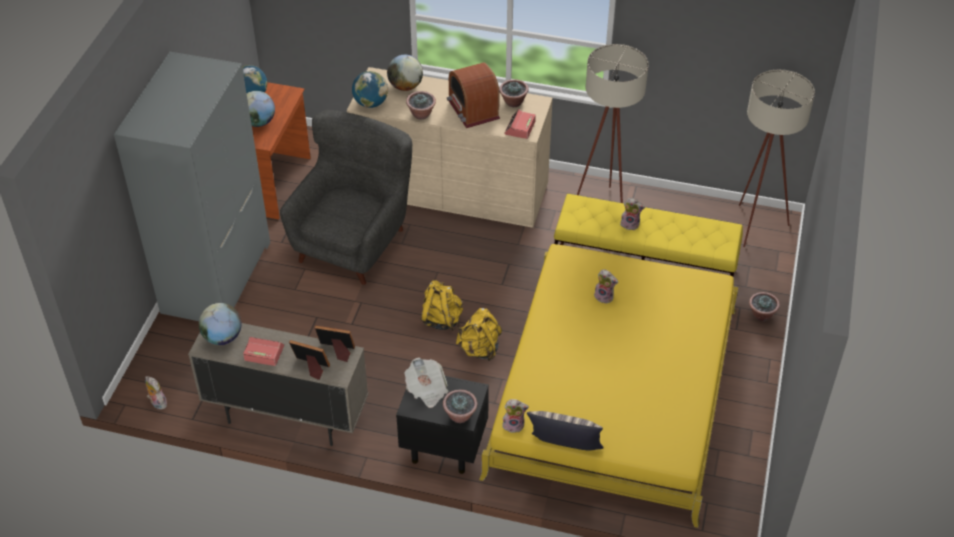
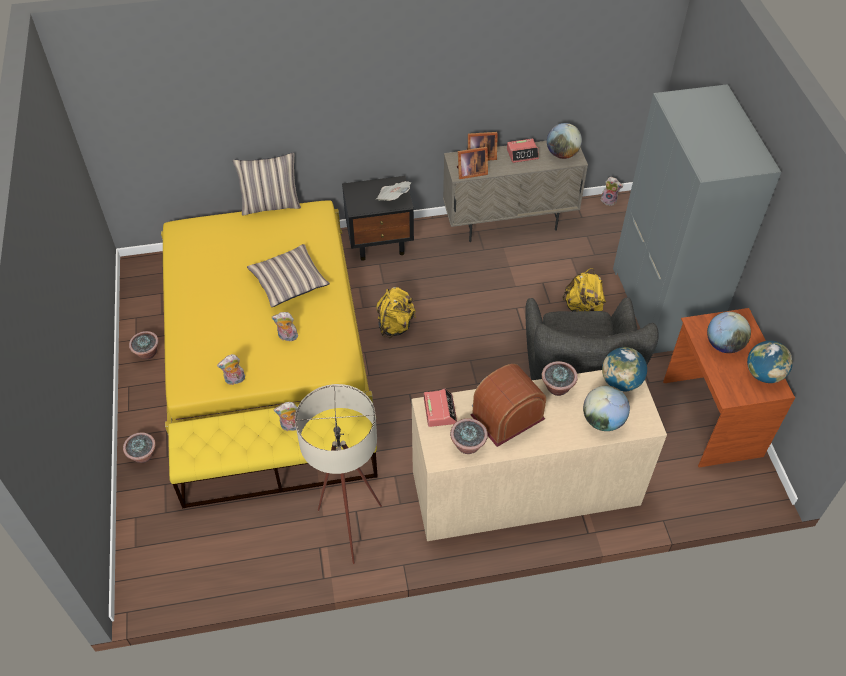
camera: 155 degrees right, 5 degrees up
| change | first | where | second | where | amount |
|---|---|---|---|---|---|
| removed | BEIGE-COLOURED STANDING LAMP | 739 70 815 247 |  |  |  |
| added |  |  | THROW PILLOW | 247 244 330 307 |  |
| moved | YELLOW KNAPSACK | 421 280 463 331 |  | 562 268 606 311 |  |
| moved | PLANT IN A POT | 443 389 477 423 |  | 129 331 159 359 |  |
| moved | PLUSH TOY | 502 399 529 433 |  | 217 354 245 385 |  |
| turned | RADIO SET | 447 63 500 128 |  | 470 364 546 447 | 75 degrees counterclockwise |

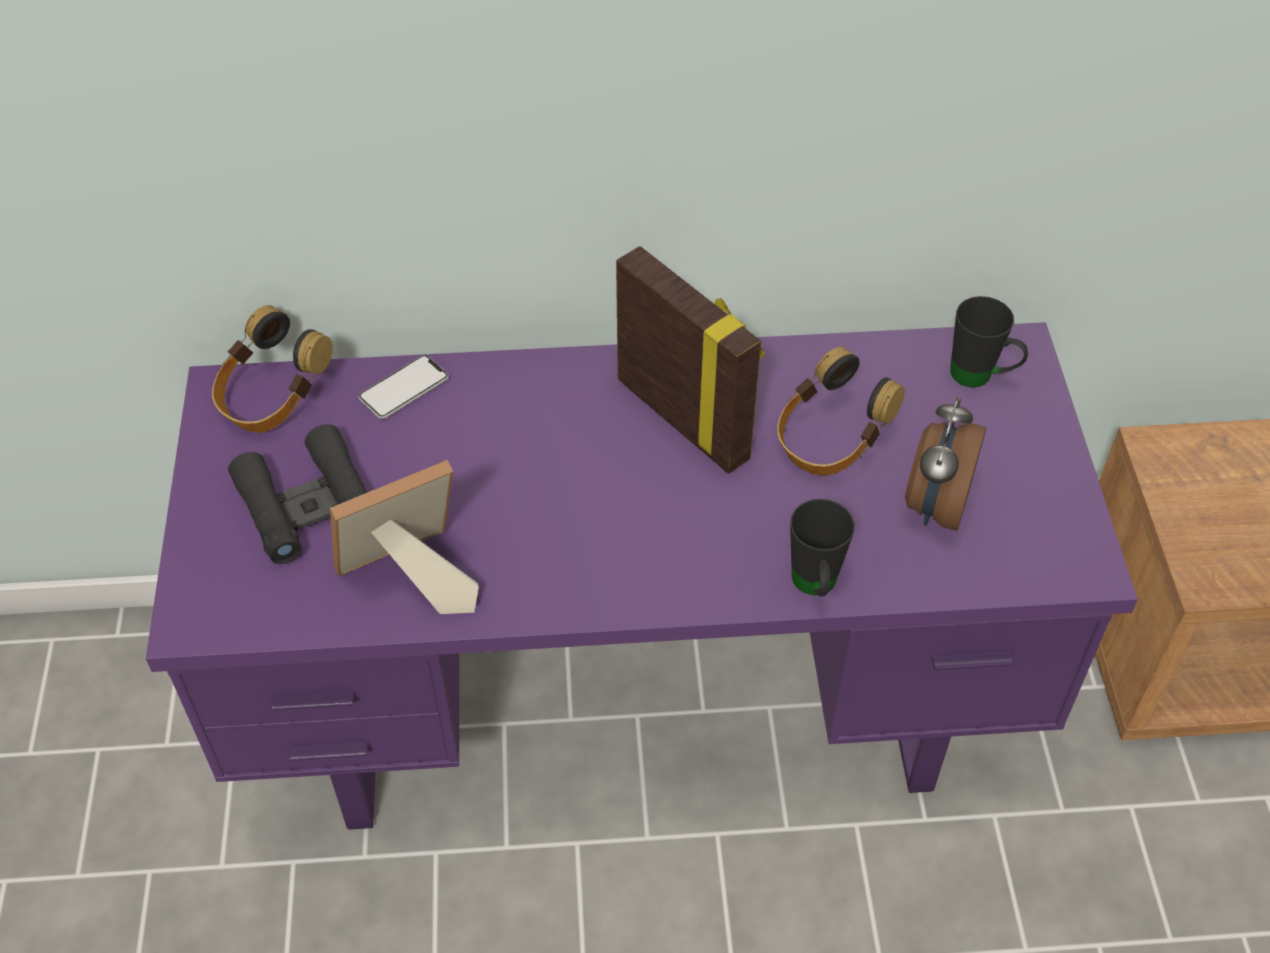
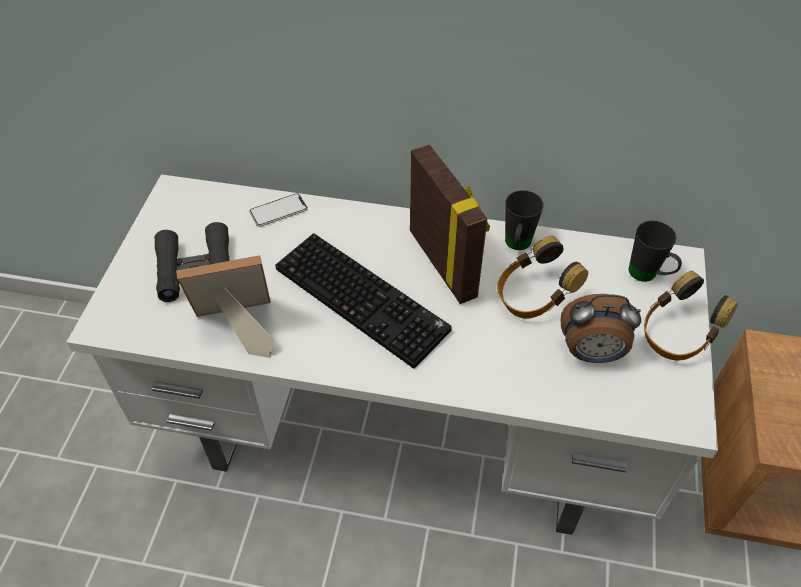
camera: 15 degrees right, 0 degrees up
| change | first | where | second | where | amount |
|---|---|---|---|---|---|
| added |  |  | KEYBOARD | 275 233 452 368 |  |
| moved | PAIR OF HEADPHONES | 212 305 333 433 |  | 644 271 738 361 |  |
| moved | BLACK COFFEE MUG | 790 499 855 597 |  | 505 190 544 250 |  |
| recoloured | PURPLE-COLOURED DESK UNIT | 146 322 1138 830 | WHITE-COLOURED DESK UNIT | 67 174 718 535 |  |
| turned | ALARM CLOCK | 905 397 986 531 |  | 561 294 641 363 | 120 degrees counterclockwise |

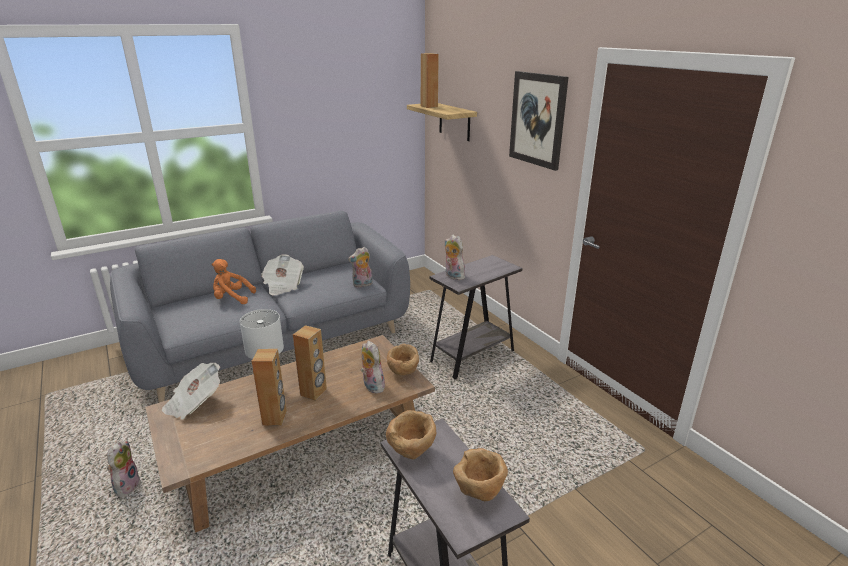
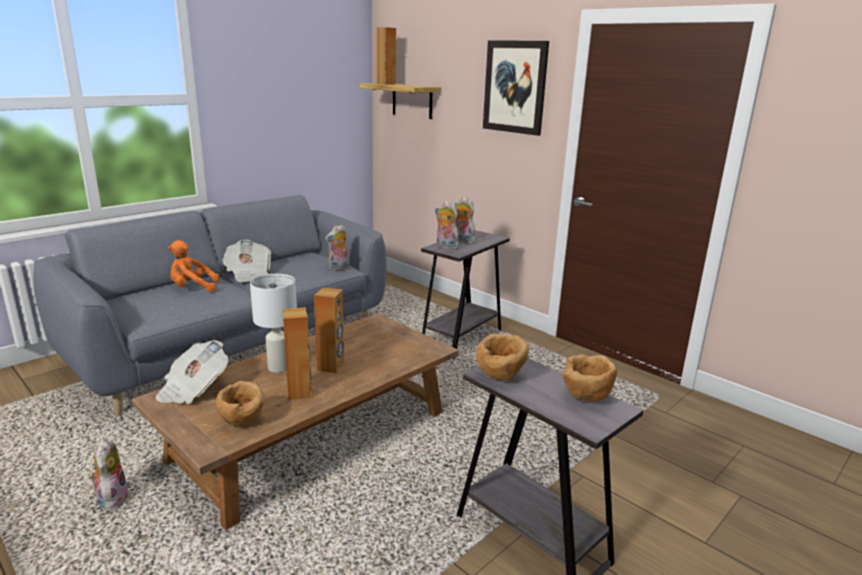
camera: 15 degrees left, 5 degrees down
| change | first | where | second | where | amount |
|---|---|---|---|---|---|
| moved | PLUSH TOY | 360 341 385 394 |  | 454 196 475 244 |  |
| moved | BROWN-COLOURED SERVING BOWL | 387 344 419 376 |  | 216 381 264 426 |  |

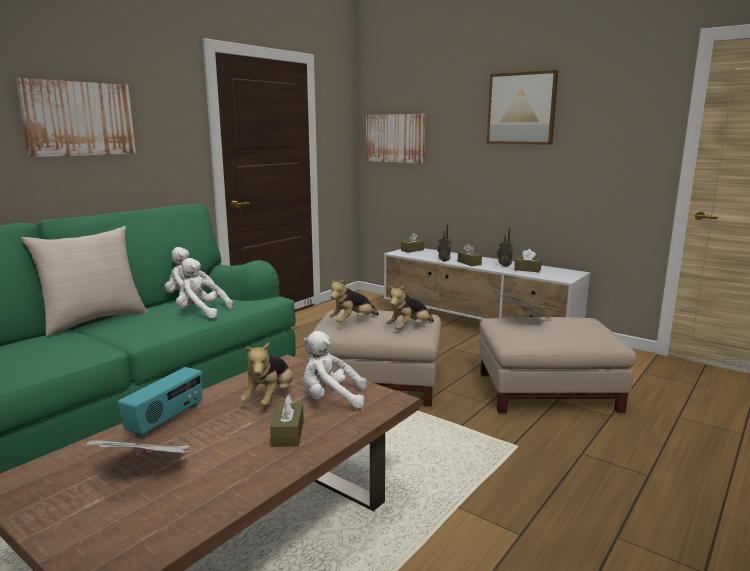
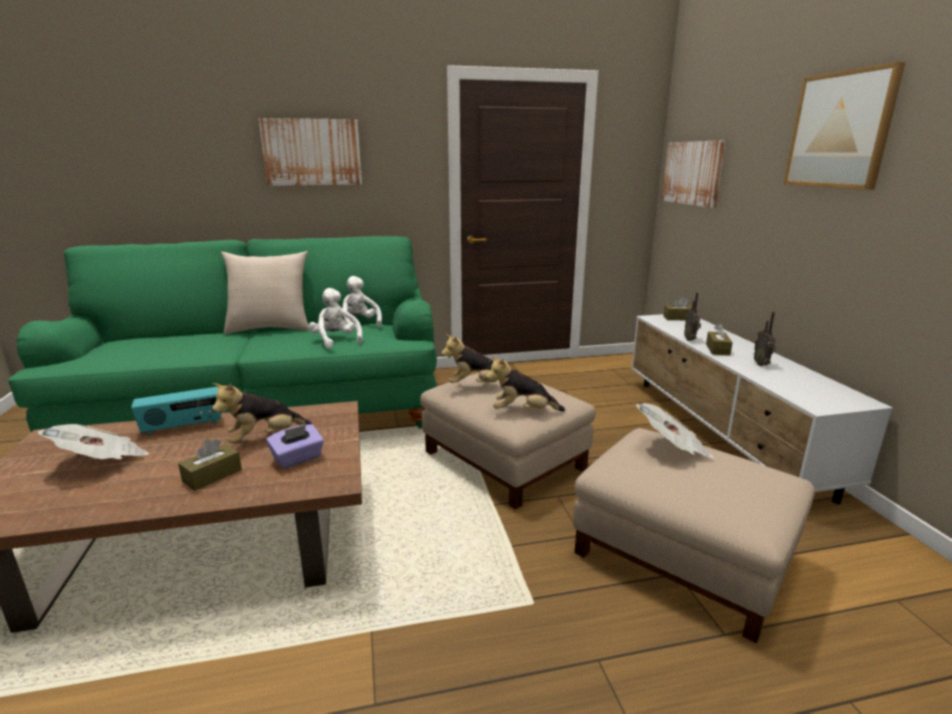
camera: 40 degrees right, 5 degrees up
| change | first | where | second | where | amount |
|---|---|---|---|---|---|
| removed | BROWN-COLOURED TISSUE BOX | 514 249 542 272 |  |  |  |
| replaced | WHITE-COLOURED PLUSH TOY | 303 331 367 409 | PURPLE-COLOURED TISSUE BOX | 266 424 324 469 |  |

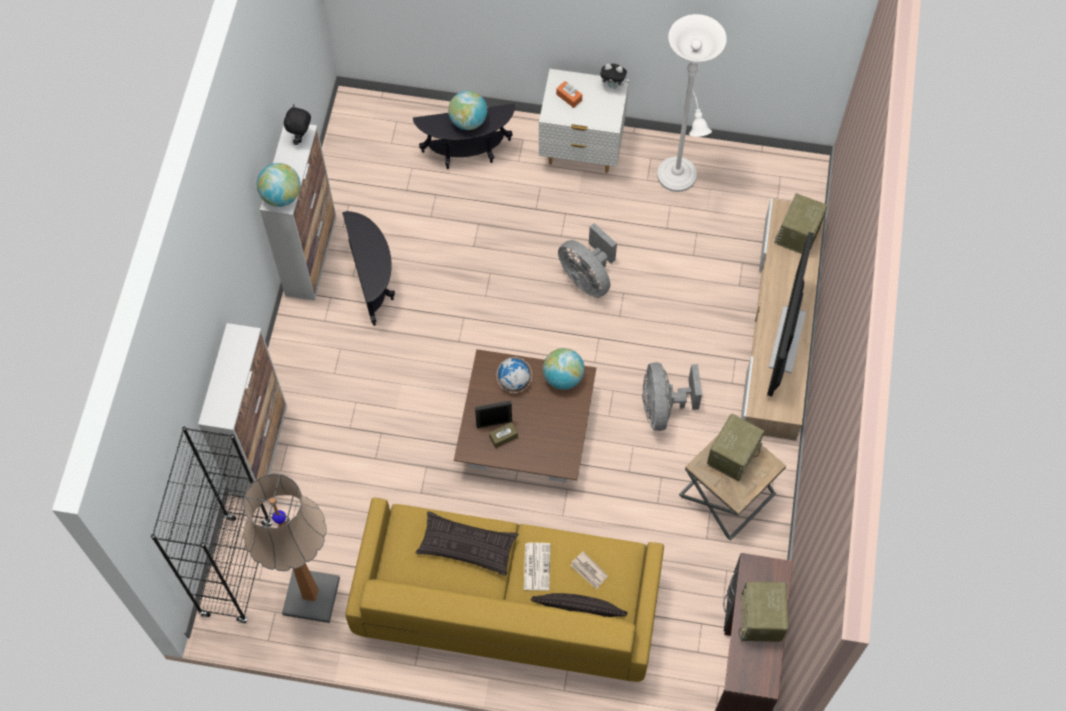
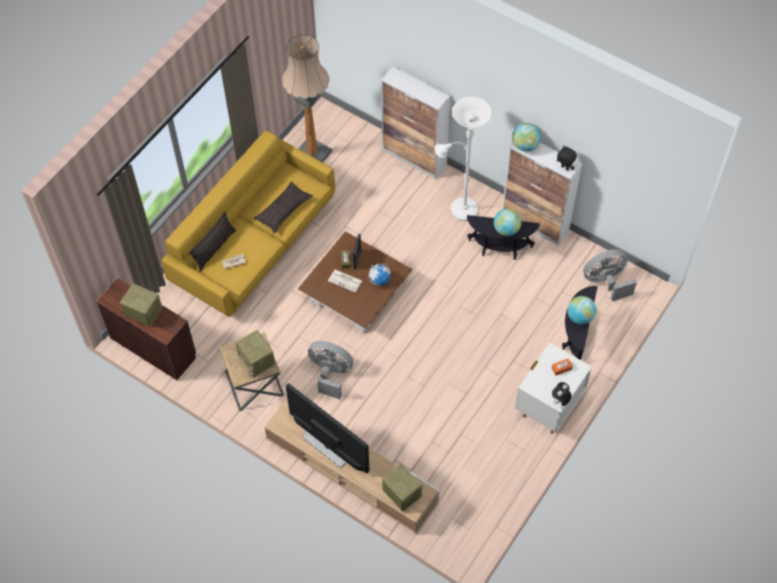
camera: 115 degrees right, 5 degrees down
| change | first | where | second | where | amount |
|---|---|---|---|---|---|
| removed | BLACK BOOKSHELF | 151 427 272 624 |  |  |  |
| moved | NEWSPAPER | 524 543 551 591 |  | 328 270 362 292 |  |
| moved | WORLD GLOBE | 543 348 585 390 |  | 494 209 521 236 |  |
| moved | GRAY COOLING FAN | 558 223 617 298 |  | 583 249 637 301 |  |
| moved | WHITE-COLOURED STANDING LAMP | 657 14 727 192 |  | 434 97 491 221 |  |

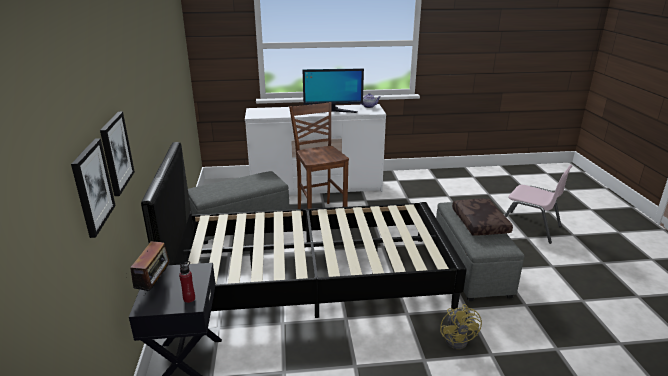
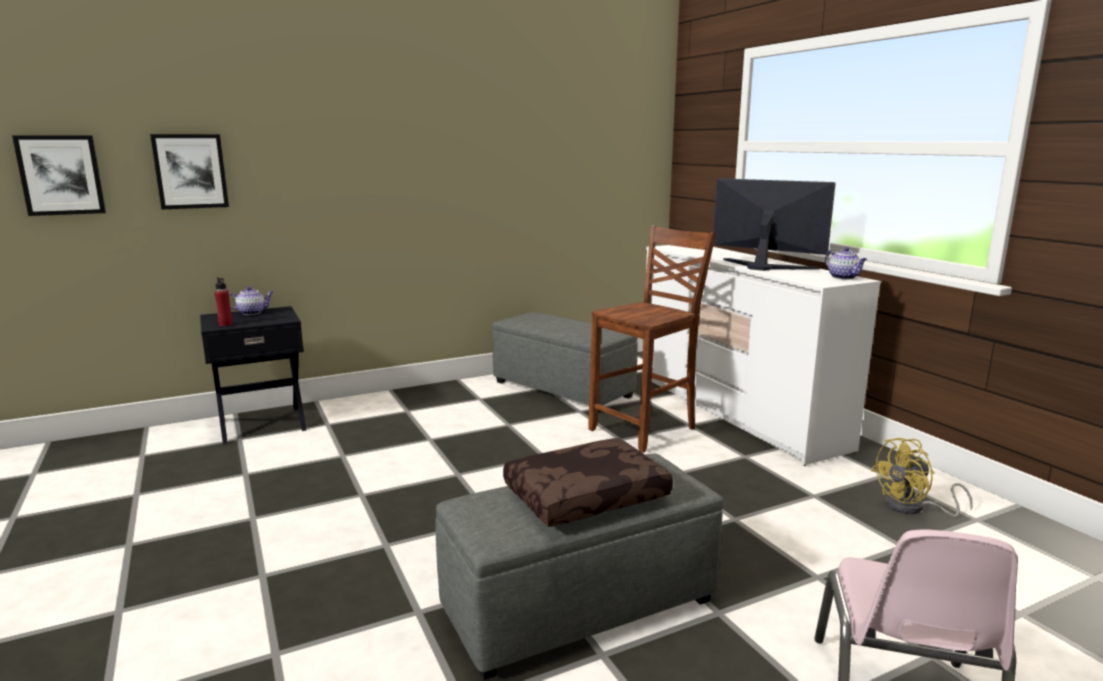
camera: 70 degrees right, 10 degrees down
| change | first | where | second | where | amount |
|---|---|---|---|---|---|
| removed | BLACK BEDROOM BED | 141 142 467 318 |  |  |  |
| moved | WALL ART | 100 112 135 196 |  | 12 135 106 216 |  |
| moved | YELLOW COOLING FAN | 440 304 482 349 |  | 871 438 973 517 |  |
| replaced | RADIO SET | 130 241 170 296 | TEA POT | 229 287 274 315 |  |
| turned | COMPUTER SCREEN | 303 68 364 114 |  | 713 178 836 271 | 150 degrees clockwise |

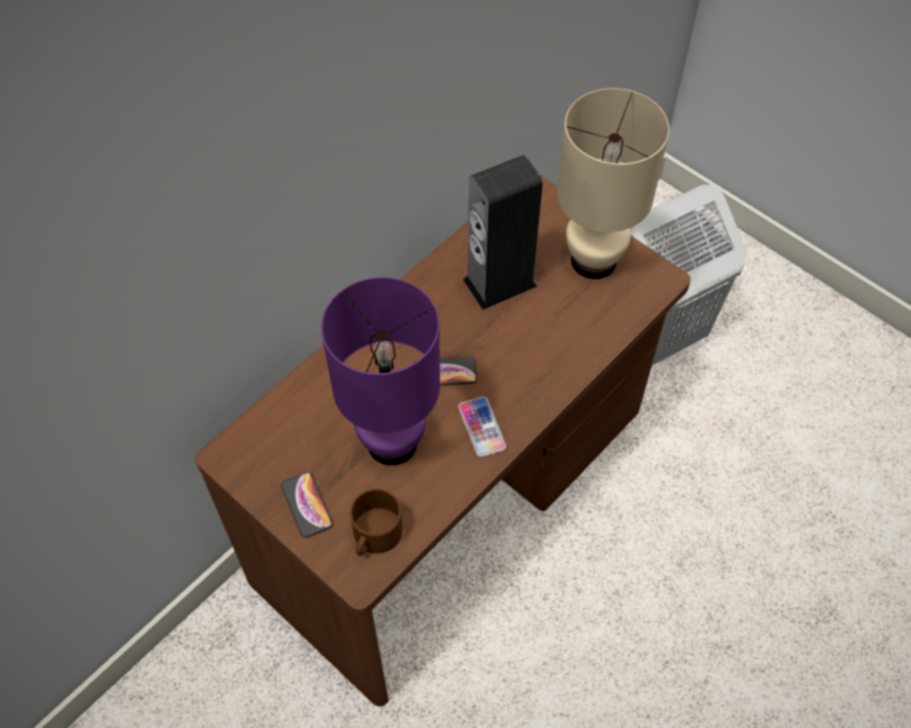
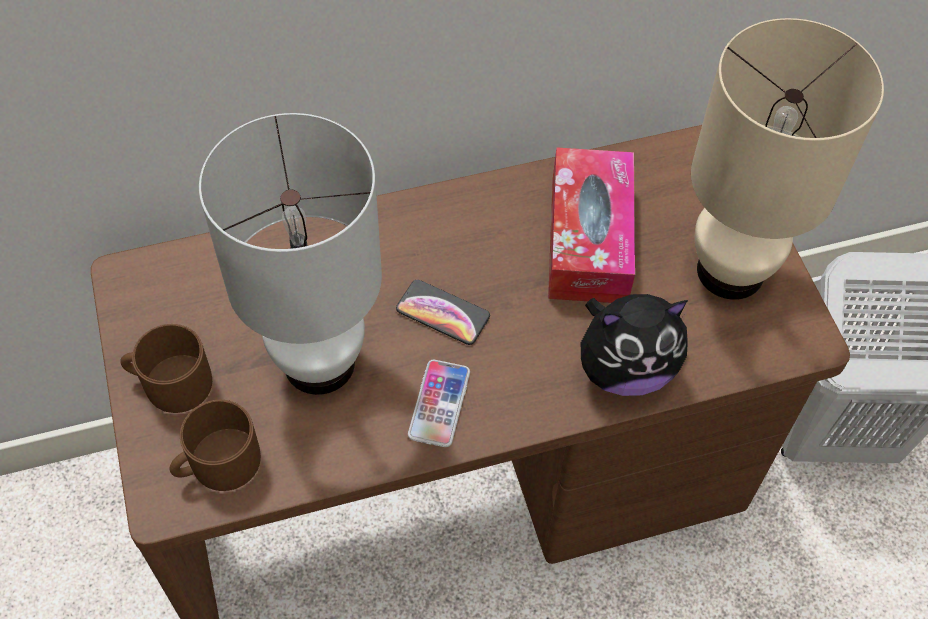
camera: 30 degrees right, 0 degrees up
| change | first | where | second | where | amount |
|---|---|---|---|---|---|
| added |  |  | PLUSH TOY | 581 294 688 396 |  |
| replaced | HANDSET | 281 472 333 538 | BROWN-COLOURED COFFEE MUG | 120 324 212 413 |  |
| replaced | SPEAKER | 463 155 543 310 | TISSUE BOX | 548 147 635 303 |  |
| recoloured | PURPLE-COLOURED TABLETOP LAMP | 321 277 440 465 | WHITE-COLOURED TABLETOP LAMP | 199 113 382 395 |  |

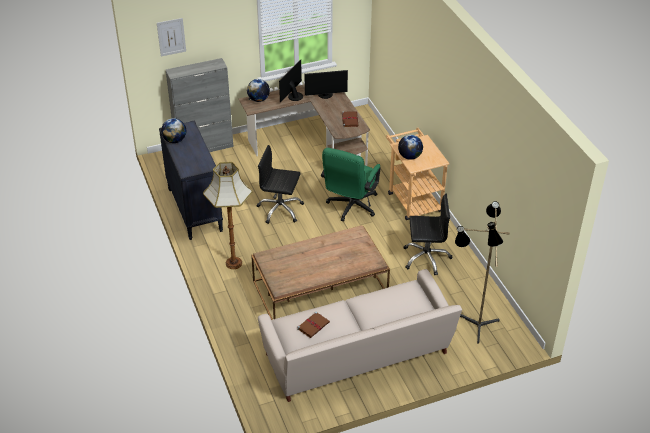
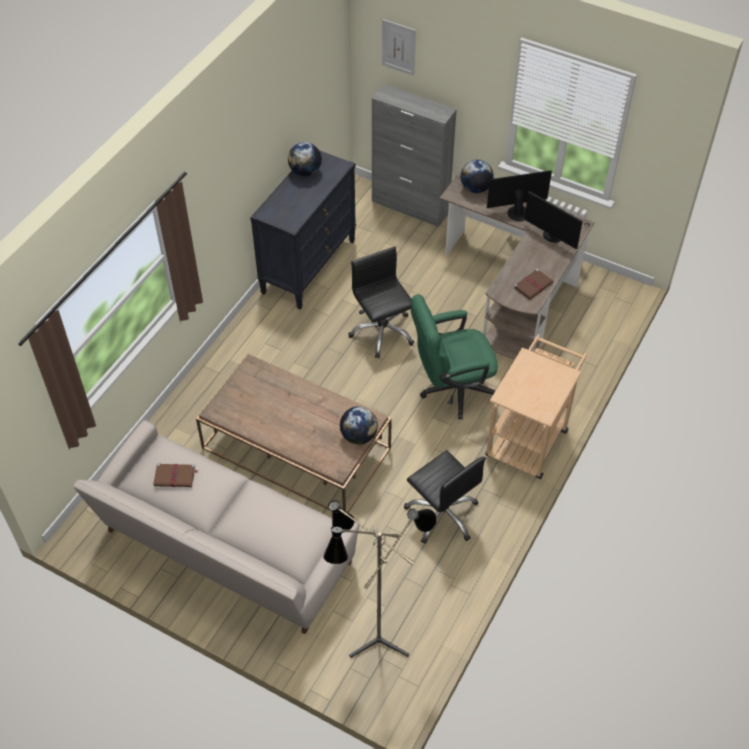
camera: 50 degrees right, 10 degrees up
| change | first | where | second | where | amount |
|---|---|---|---|---|---|
| removed | STANDING LAMP | 203 162 253 269 |  |  |  |
| moved | WORLD GLOBE | 398 135 423 160 |  | 340 406 378 444 |  |

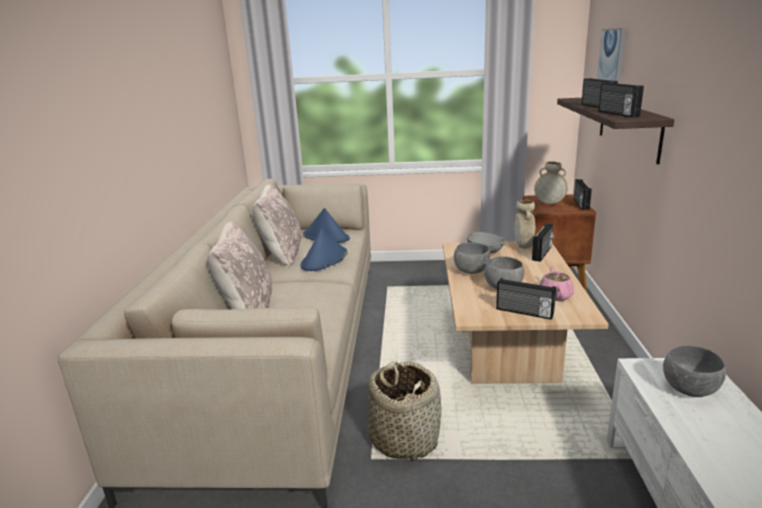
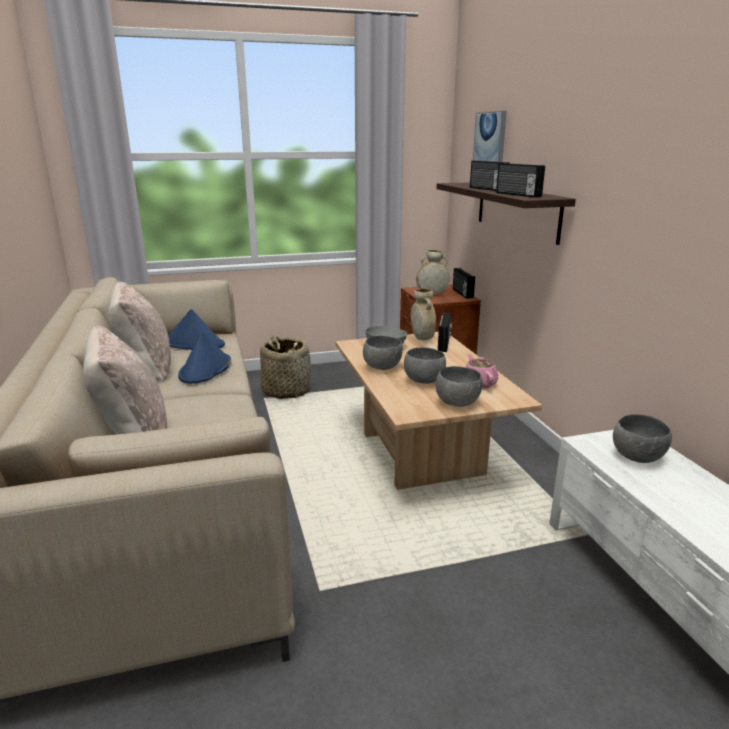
camera: 20 degrees left, 0 degrees up
| change | first | where | second | where | amount |
|---|---|---|---|---|---|
| moved | BASKET | 368 361 441 461 |  | 260 335 311 399 |  |
| replaced | RADIO SET | 496 278 556 320 | GRAY SERVING BOWL | 436 366 482 407 |  |

